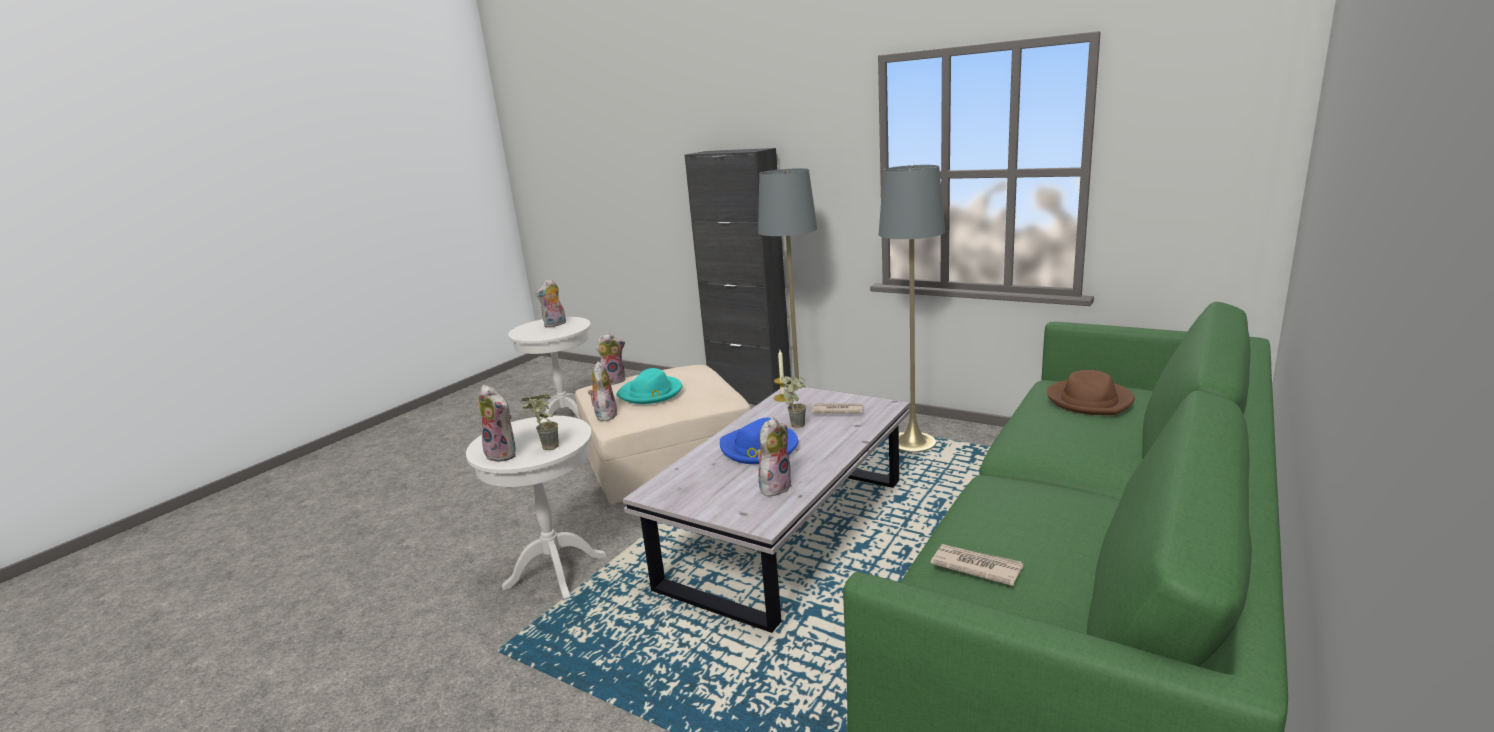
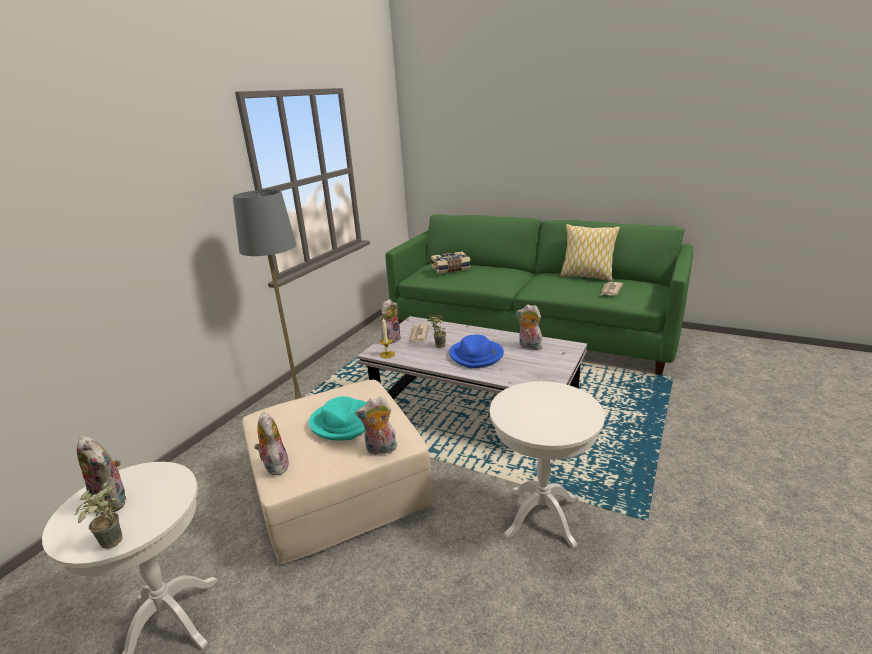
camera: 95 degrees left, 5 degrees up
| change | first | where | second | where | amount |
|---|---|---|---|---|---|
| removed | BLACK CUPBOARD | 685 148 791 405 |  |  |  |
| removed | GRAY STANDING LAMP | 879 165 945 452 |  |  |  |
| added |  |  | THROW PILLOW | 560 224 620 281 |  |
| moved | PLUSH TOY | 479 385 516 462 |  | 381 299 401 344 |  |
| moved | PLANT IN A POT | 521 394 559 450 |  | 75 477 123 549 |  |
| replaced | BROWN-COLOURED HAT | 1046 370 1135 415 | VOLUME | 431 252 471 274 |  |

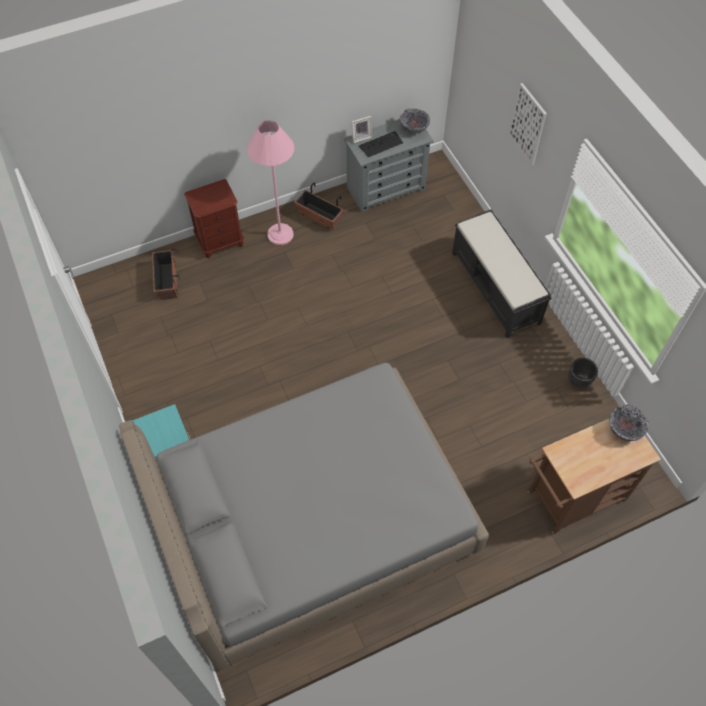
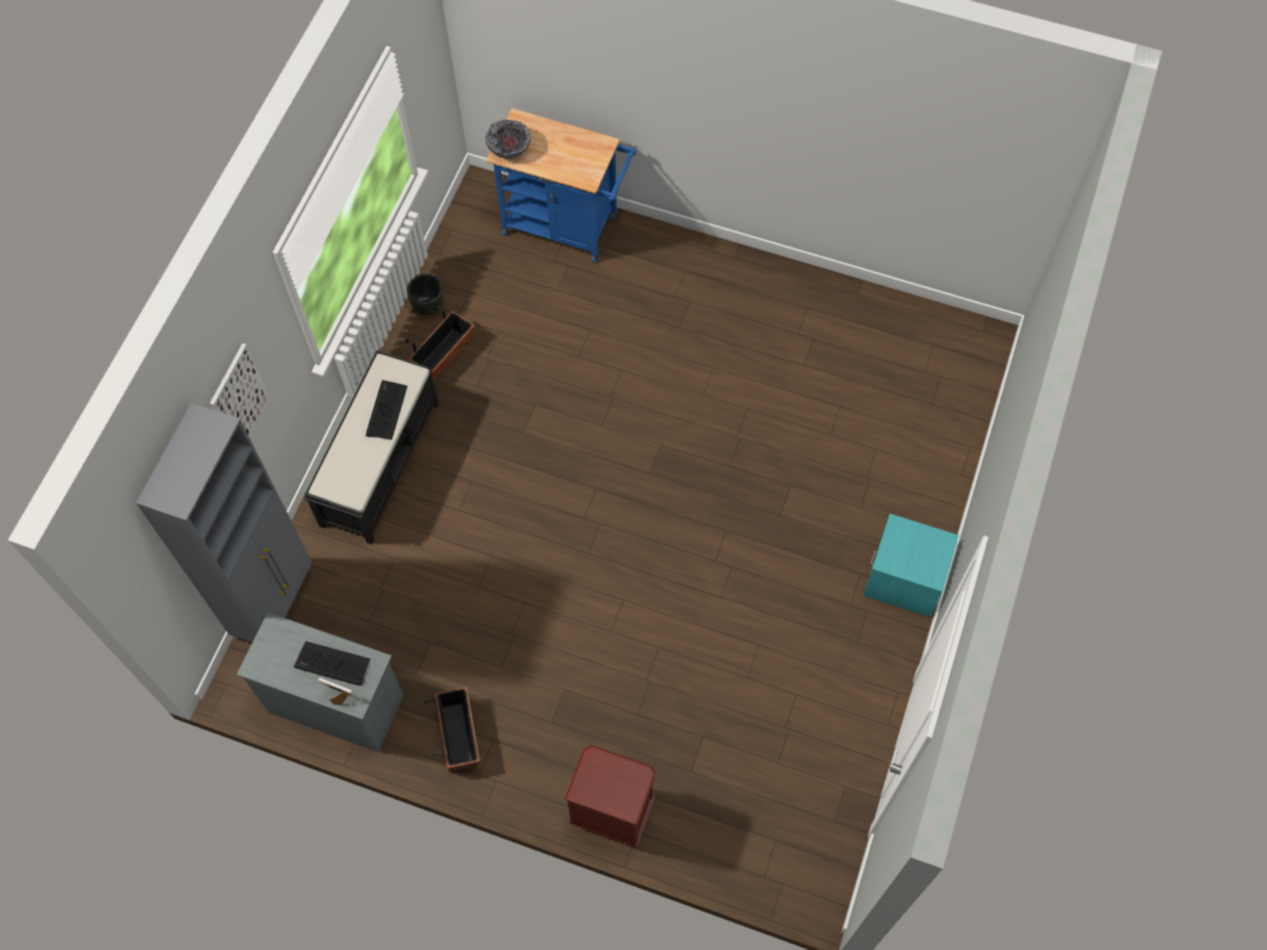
camera: 135 degrees left, 5 degrees up
| change | first | where | second | where | amount |
|---|---|---|---|---|---|
| removed | GRAY BEDROOM BED | 119 362 489 671 |  |  |  |
| removed | PINKISH STANDING LAMP | 247 120 294 245 |  |  |  |
| removed | SERVING BOWL | 400 108 430 134 |  |  |  |
| added |  |  | GRAY CUPBOARD | 136 403 312 642 |  |
| added |  |  | KEYBOARD | 366 380 408 440 |  |
| moved | PLANT POT | 152 249 180 300 |  | 406 306 475 381 |  |
| recoloured | BROWN-COLOURED WHEELED CART | 528 418 661 533 | BLUISH WHEELED CART | 486 108 636 263 |  |

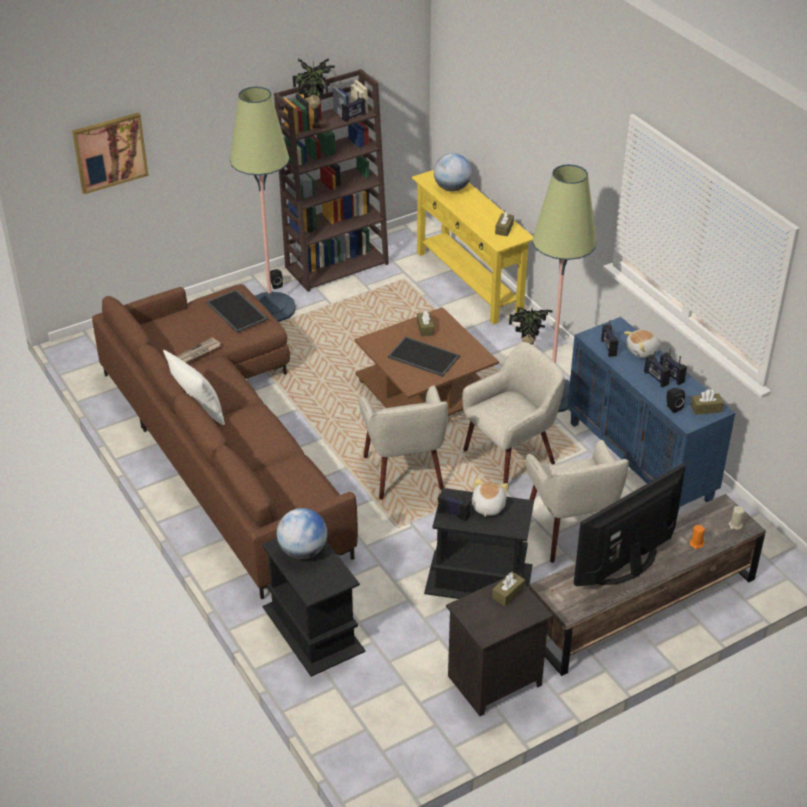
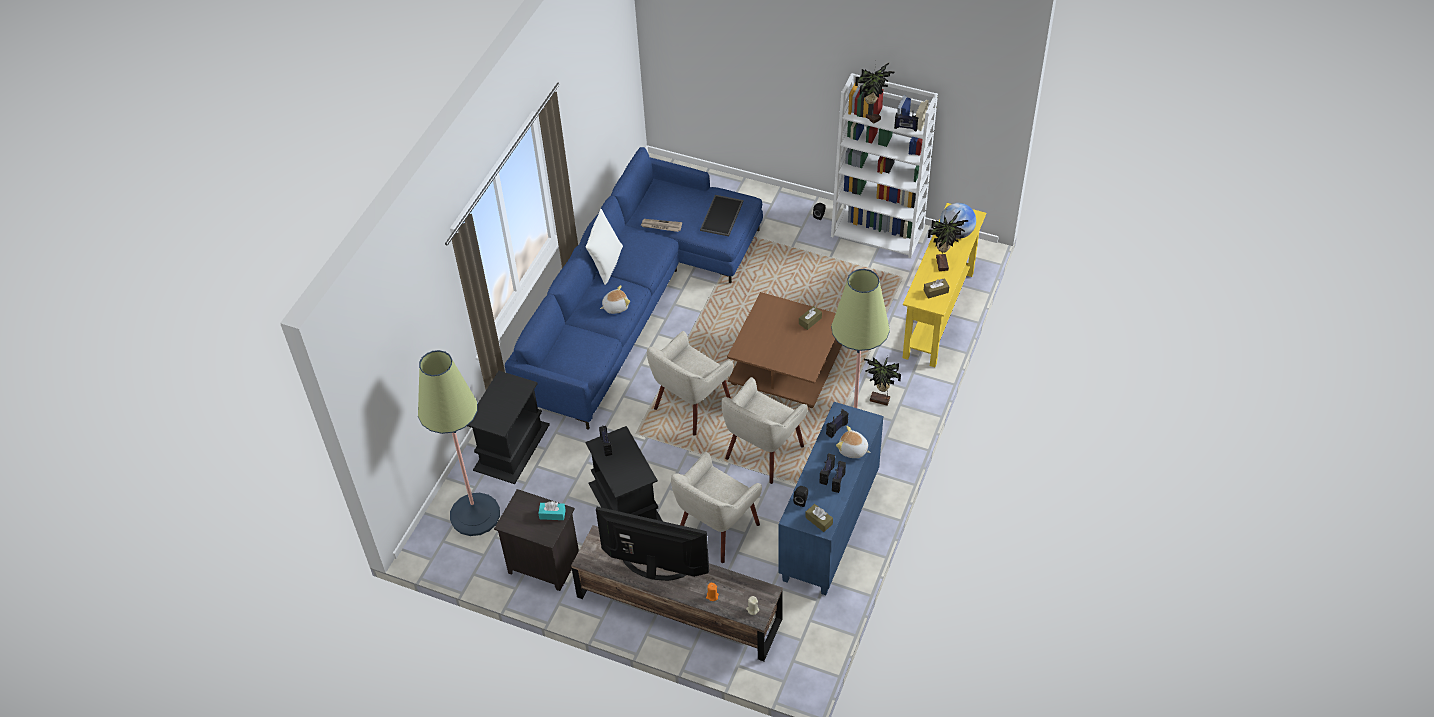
camera: 55 degrees right, 10 degrees up
| change | first | where | second | where | amount |
|---|---|---|---|---|---|
| removed | WALL ART | 72 113 149 194 |  |  |  |
| removed | WORLD GLOBE | 277 508 327 559 |  |  |  |
| removed | SERVING TRAY | 388 336 460 377 |  |  |  |
| added |  |  | PLANT IN A POT | 928 211 968 271 |  |
| moved | STANDING LAMP | 230 86 296 322 |  | 418 350 500 536 |  |
| moved | PLUSH TOY | 472 479 508 517 |  | 600 285 630 314 |  |
| recoloured | BROWN-COLOURED SOFA | 92 284 358 599 | BLUISH SOFA | 505 147 763 430 |  |
| recoloured | BROWN-COLOURED BOOKSHELF | 274 69 389 292 | WHITE-COLOURED BOOKSHELF | 831 73 938 258 |  |
| recoloured | BROWN-COLOURED TISSUE BOX | 492 572 525 606 | BLUE-GREEN TISSUE BOX | 538 501 566 520 |  |
| turned | BEIGE-COLOURED LOUNGE CHAIR | 462 342 565 484 |  | 721 377 808 484 | 105 degrees clockwise |

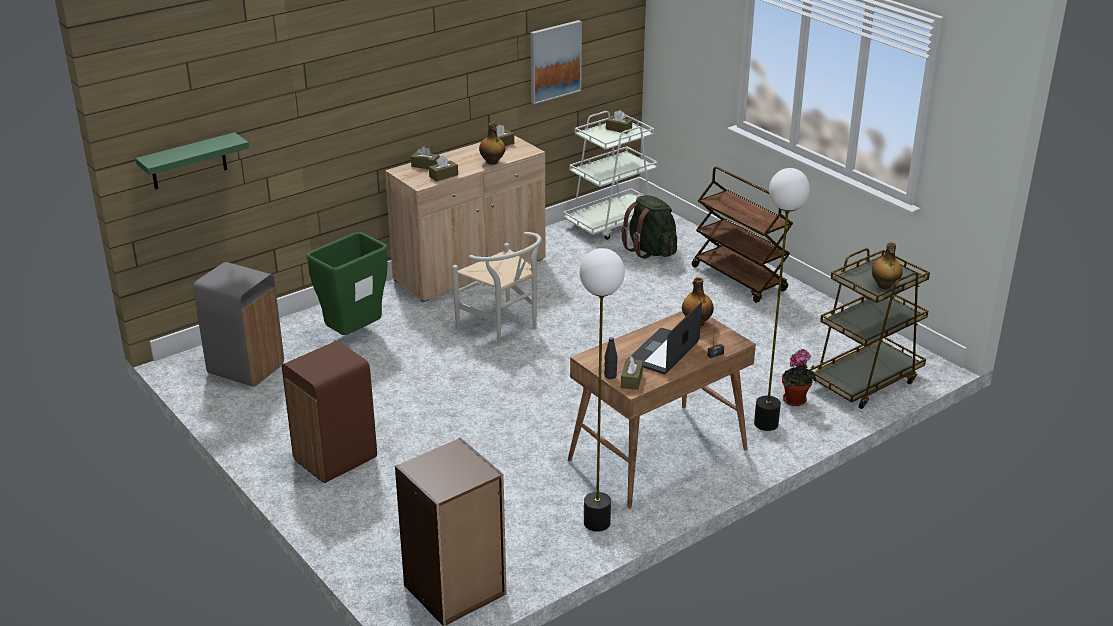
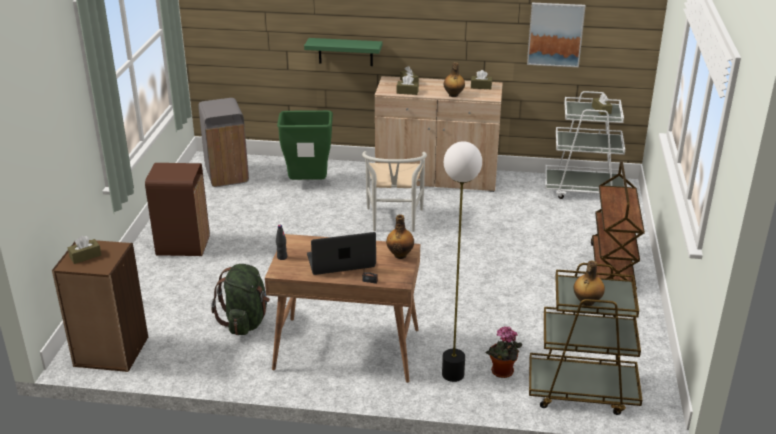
camera: 45 degrees right, 0 degrees up
| change | first | where | second | where | amount |
|---|---|---|---|---|---|
| removed | STANDING LAMP | 579 248 625 532 |  |  |  |
| moved | GREENISH WALL SHELF | 135 132 249 190 |  | 304 38 382 66 |  |
| moved | GREENISH KNAPSACK | 621 195 677 259 |  | 211 264 270 335 |  |
| moved | BROWN-COLOURED TISSUE BOX | 621 356 643 390 |  | 68 235 101 264 |  |

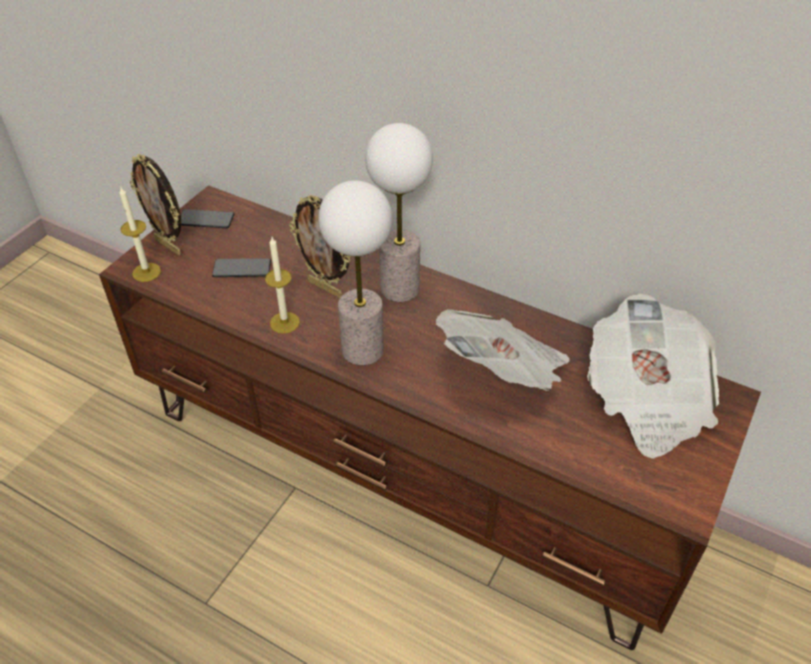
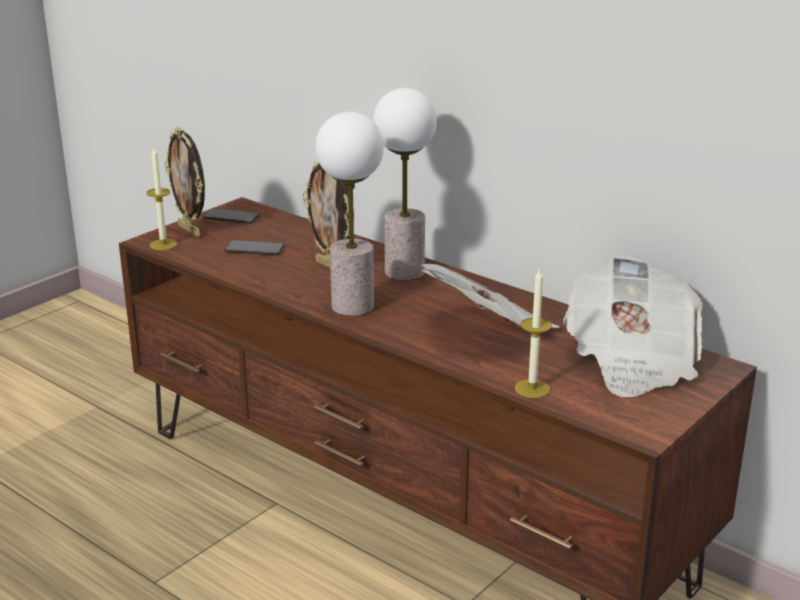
camera: 10 degrees right, 20 degrees down
| change | first | where | second | where | amount |
|---|---|---|---|---|---|
| moved | CANDLE | 265 237 300 334 |  | 515 268 552 398 |  |

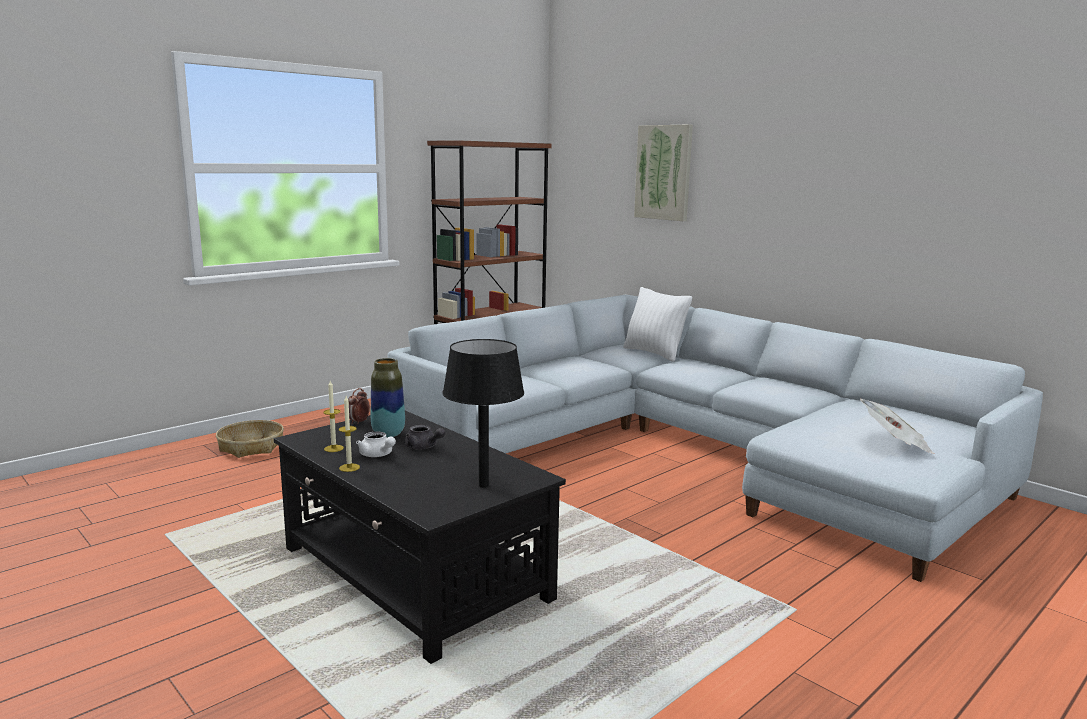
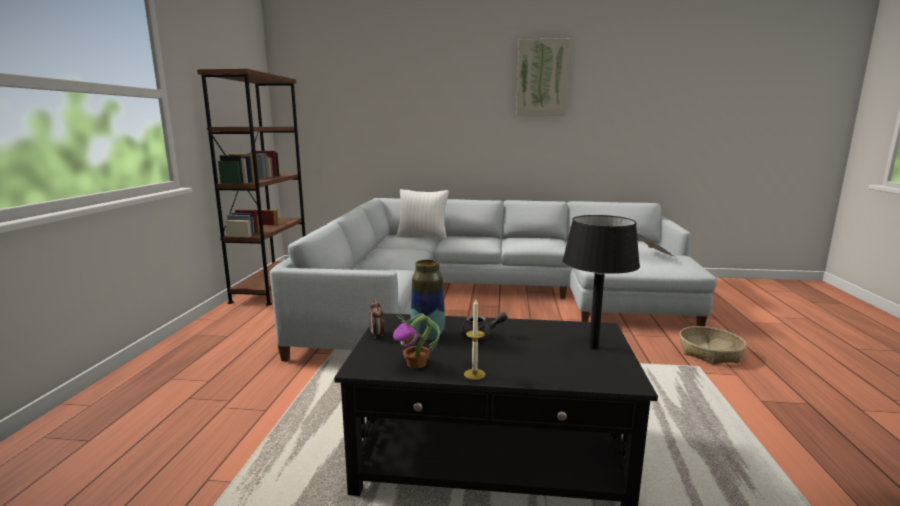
camera: 40 degrees left, 0 degrees up
| change | first | where | second | where | amount |
|---|---|---|---|---|---|
| removed | WHITE-COLOURED TEA POT | 356 431 396 457 |  |  |  |
| moved | BASKET | 216 420 284 458 |  | 679 326 747 365 |  |
| moved | WALL ART | 634 124 693 221 |  | 516 38 570 115 |  |
| replaced | CANDLE | 323 381 344 452 | PLANT IN A POT | 393 313 440 368 |  |

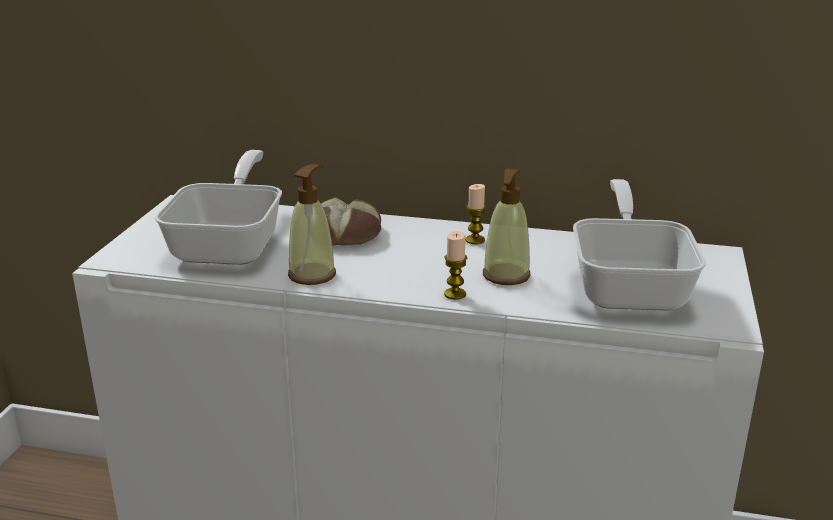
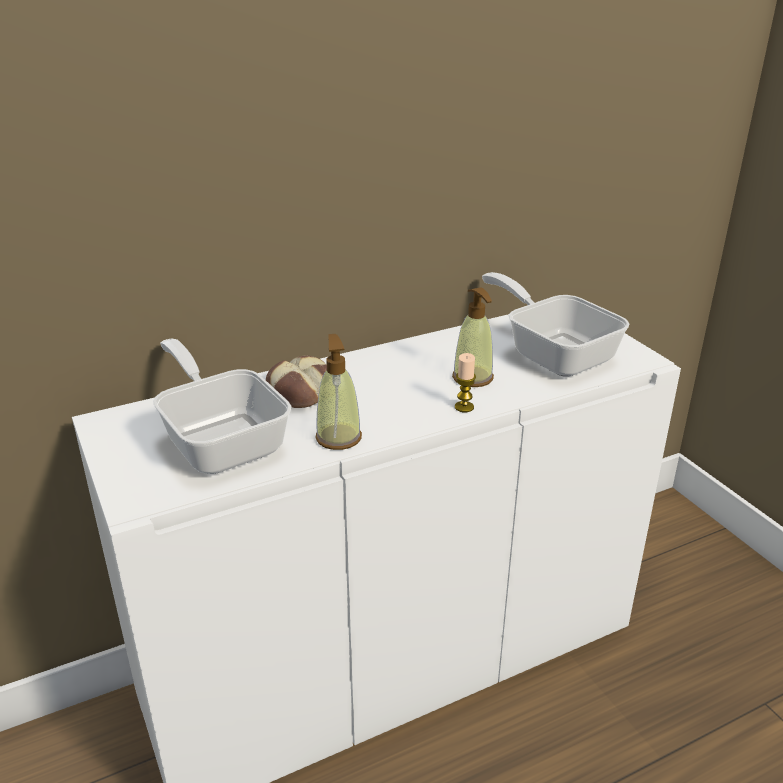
camera: 40 degrees left, 5 degrees up
| change | first | where | second | where | amount |
|---|---|---|---|---|---|
| removed | CANDLE | 466 184 486 244 |  |  |  |

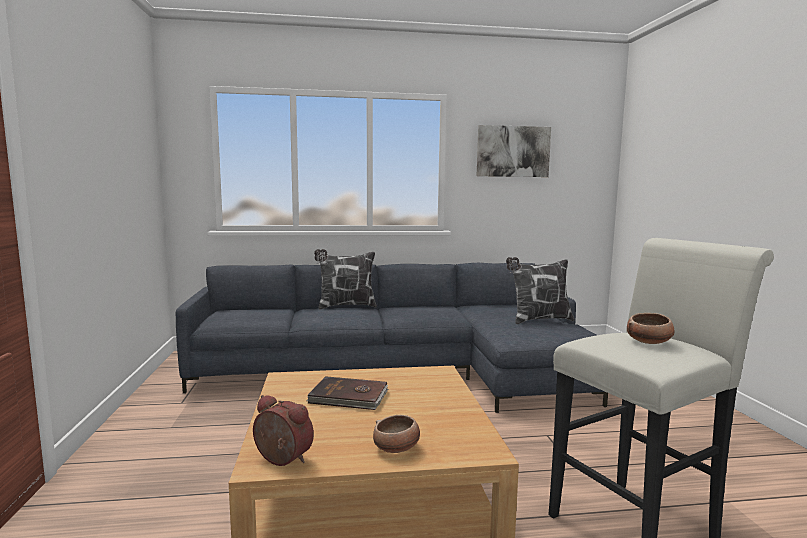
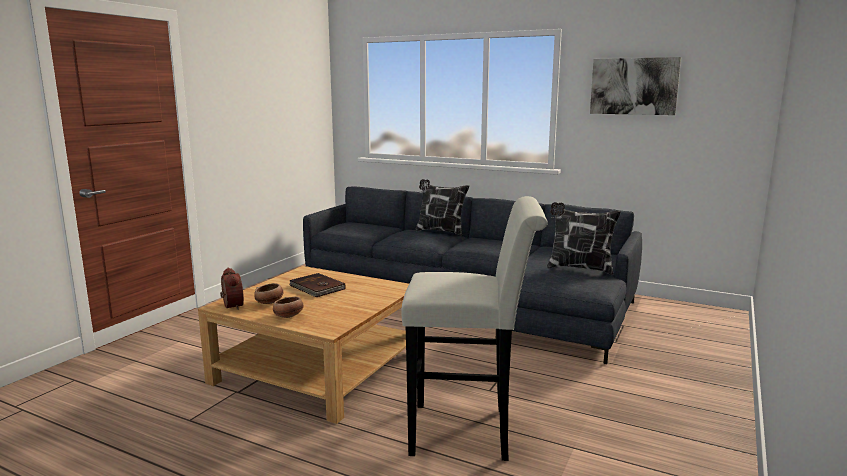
camera: 35 degrees right, 5 degrees up
| change | first | where | second | where | amount |
|---|---|---|---|---|---|
| moved | SERVING BOWL | 627 313 675 344 |  | 254 283 283 304 |  |

